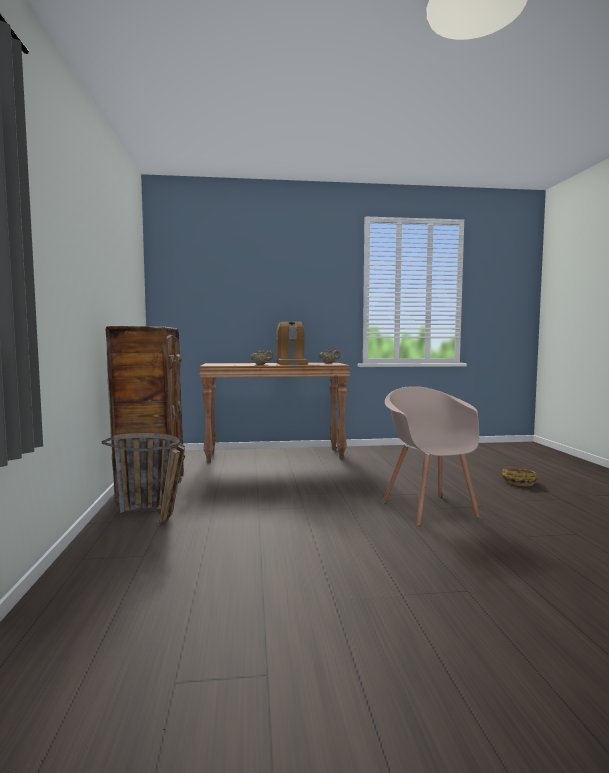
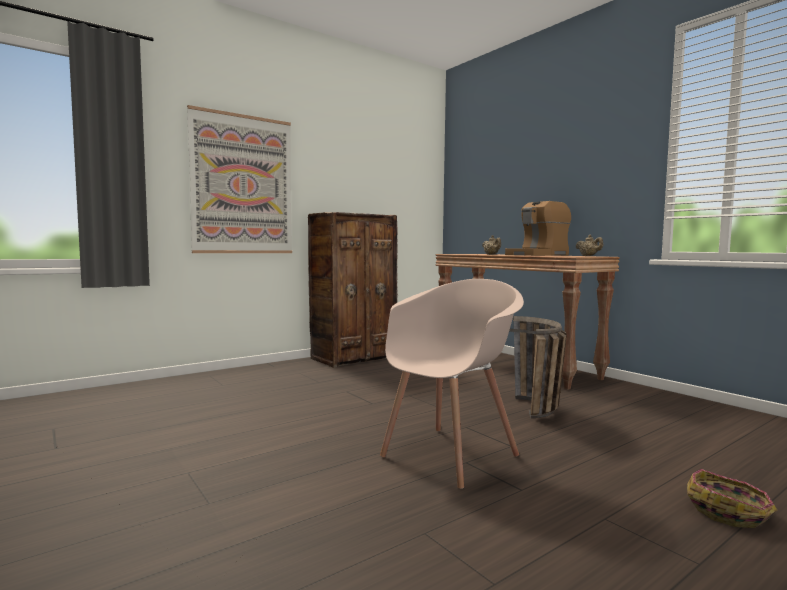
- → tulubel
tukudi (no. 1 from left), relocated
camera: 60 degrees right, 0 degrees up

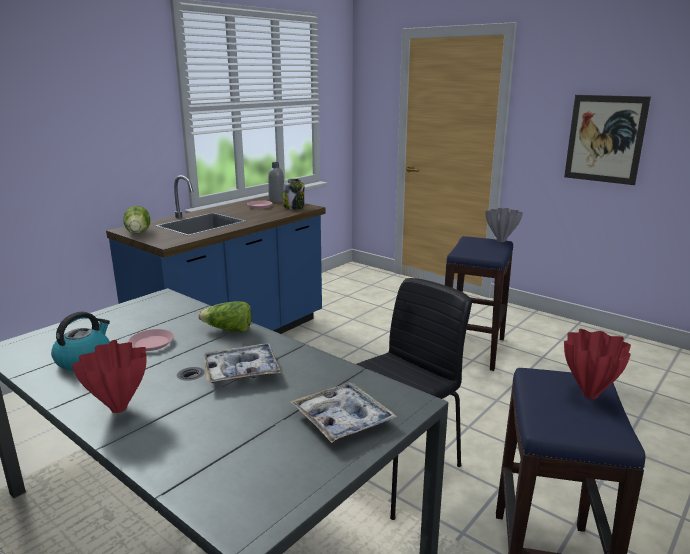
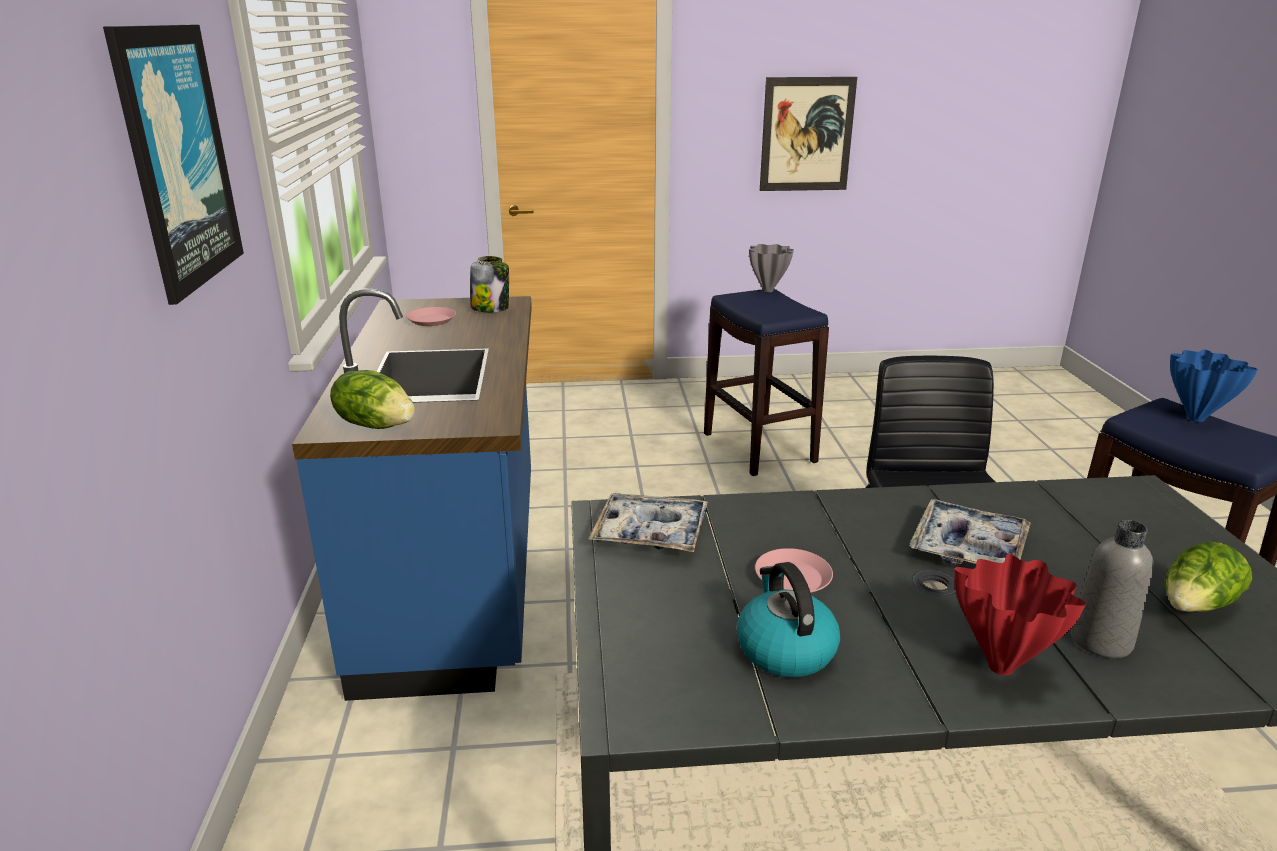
- → tulubel (no. 1 from left)
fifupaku (no. 2 from left in the first image) → fifupaku (no. 1 from left), relocated
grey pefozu, relocated
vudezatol (no. 2 from left), relocated
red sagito (no. 2 from left) → blue sagito
camera: 45 degrees left, 5 degrees up

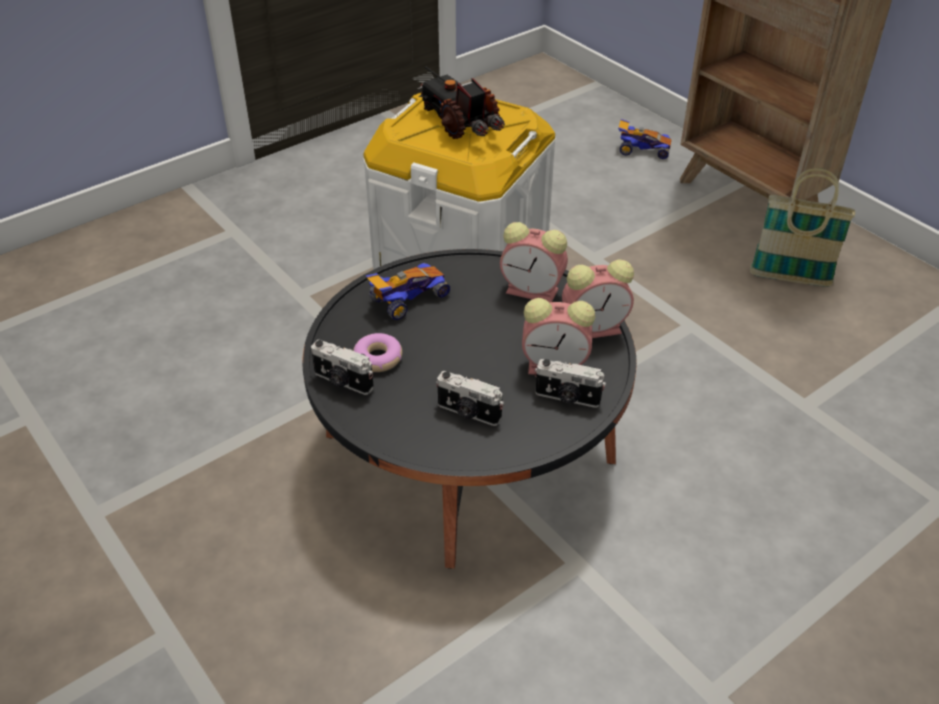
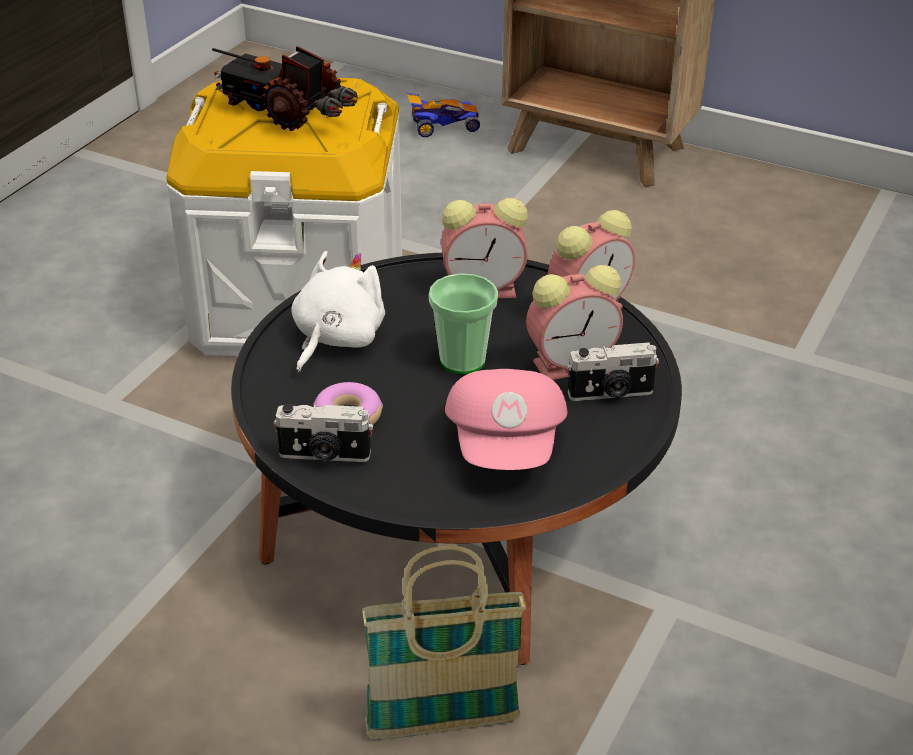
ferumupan (no. 1 from left) → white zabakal
tukudi, relocated
- → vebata
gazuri (no. 2 from left) → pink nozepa
camera: 25 degrees left, 5 degrees down

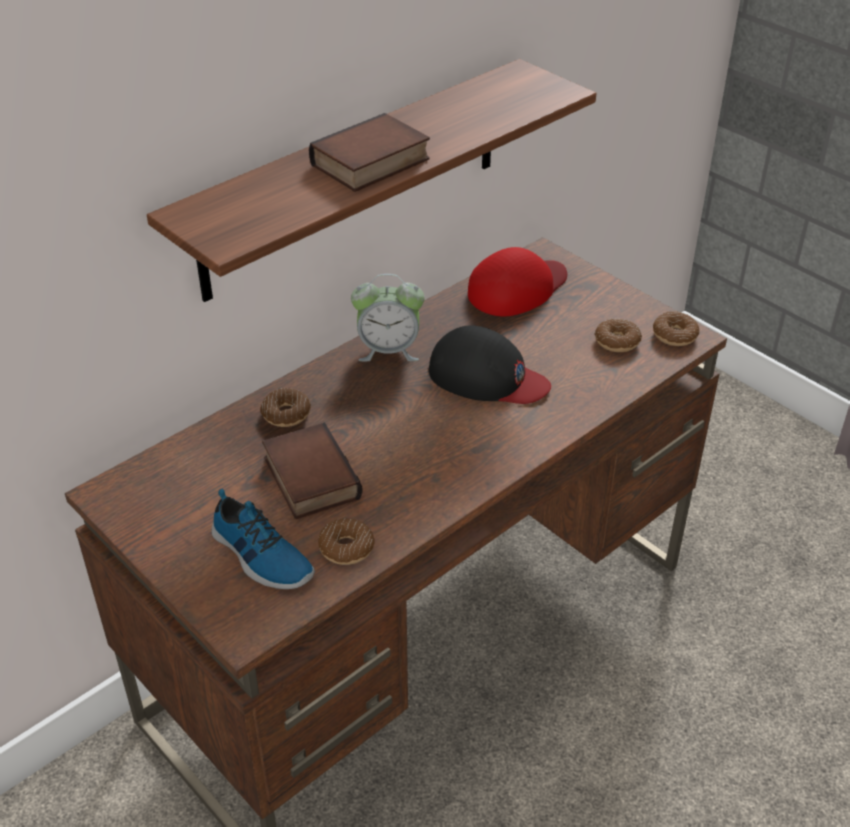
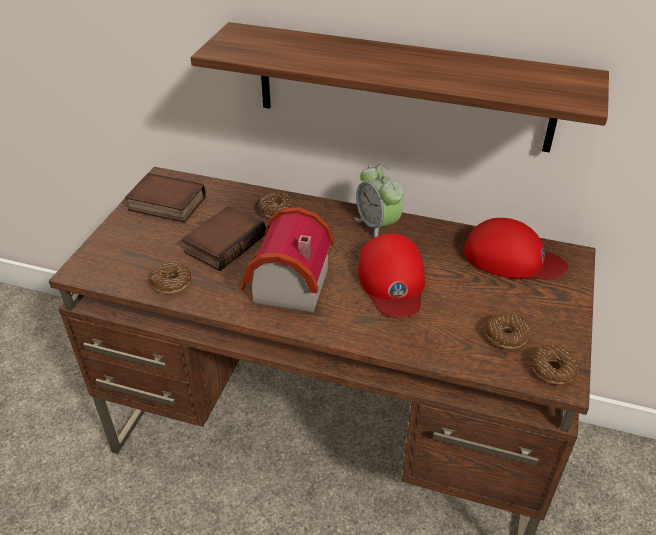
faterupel (no. 2 from left in the first image) → faterupel (no. 1 from left), relocated
- → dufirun
black nozepa → red nozepa (no. 1 from left)
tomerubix → -
camera: 60 degrees right, 0 degrees up

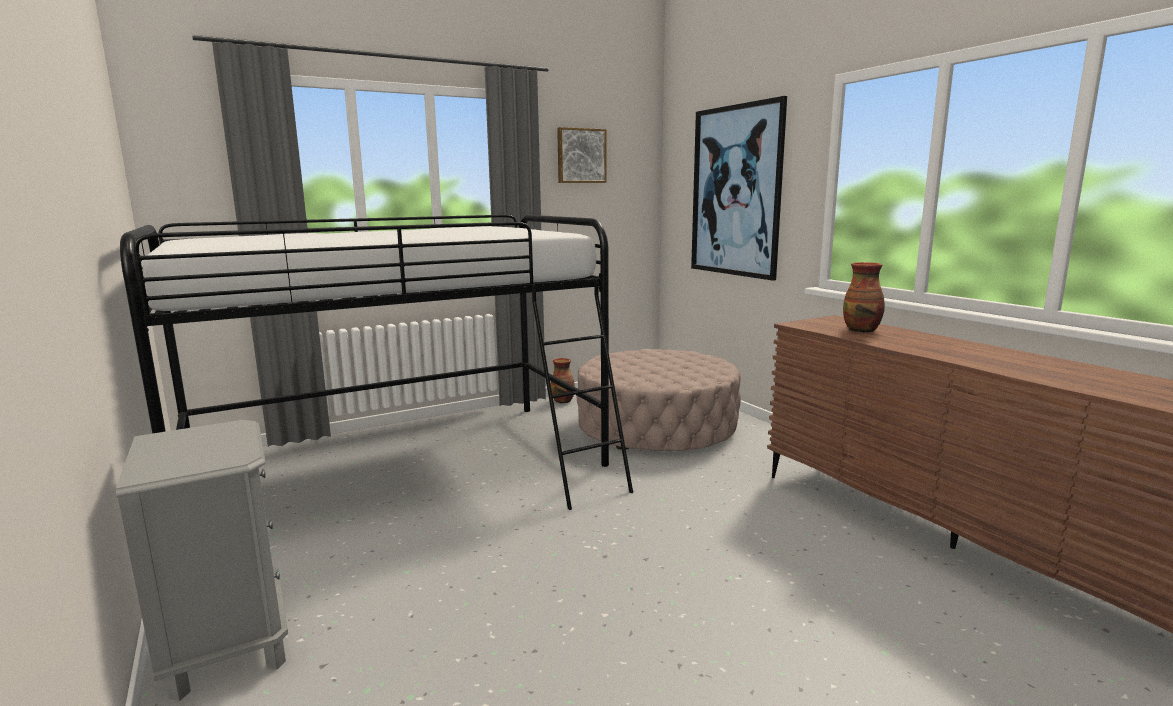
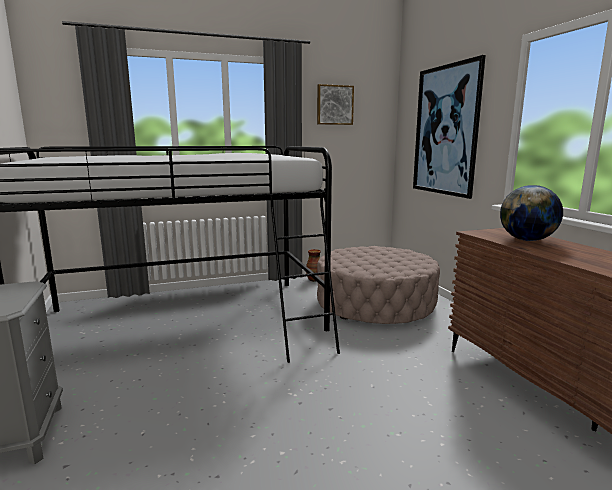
sagito (no. 2 from left) → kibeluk
camera: 10 degrees right, 0 degrees up

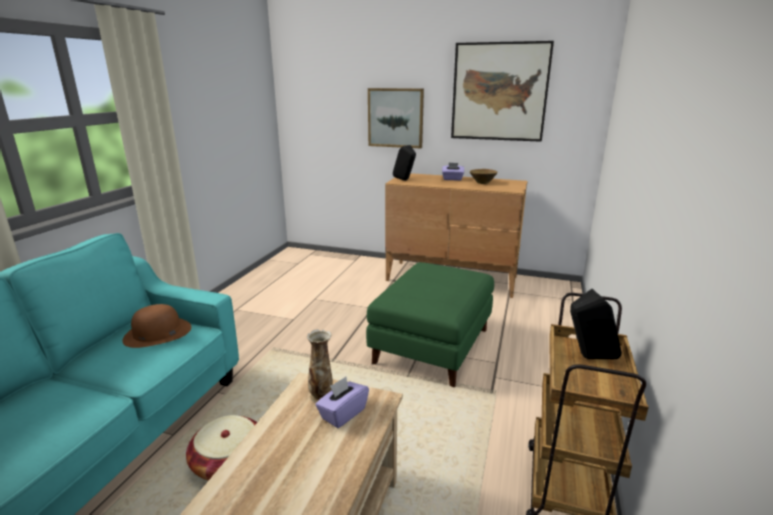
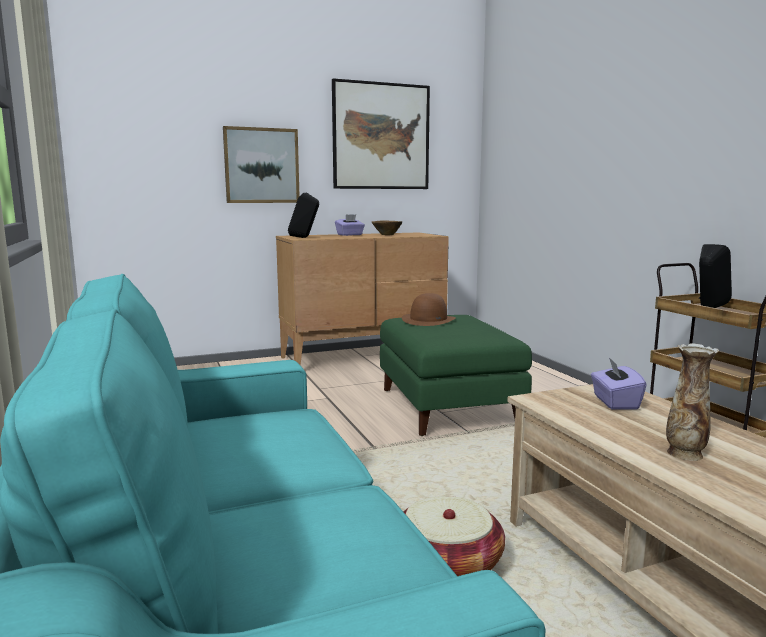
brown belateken, relocated
sagito, relocated
camera: 40 degrees left, 10 degrees down

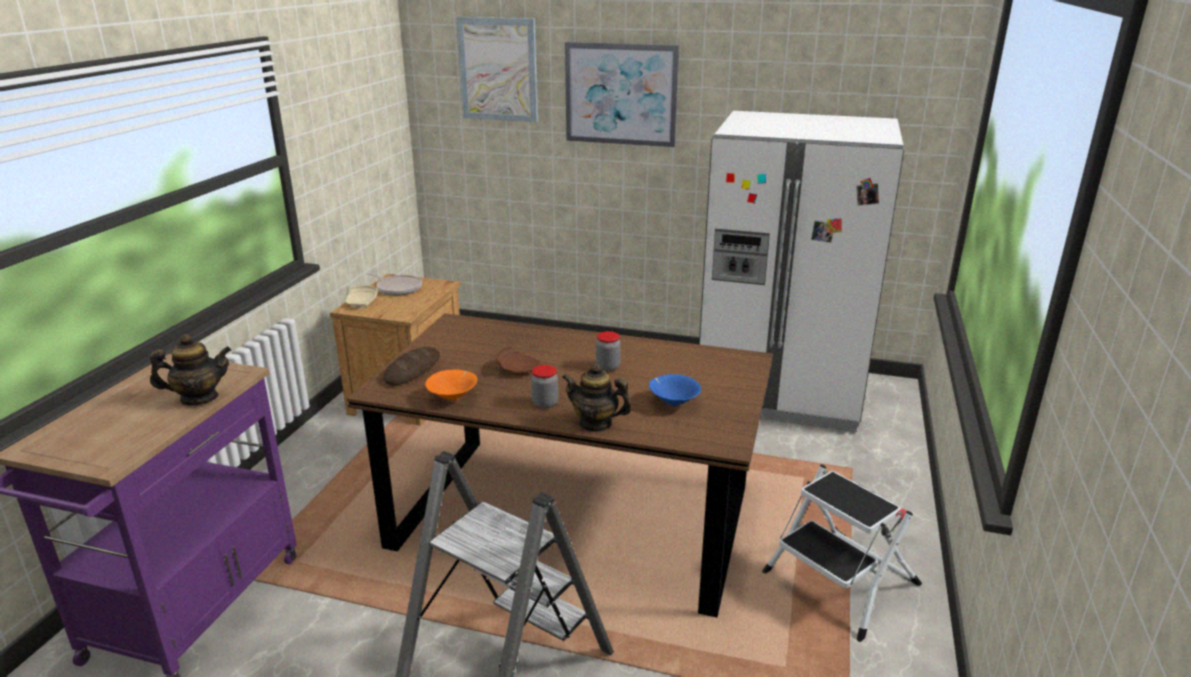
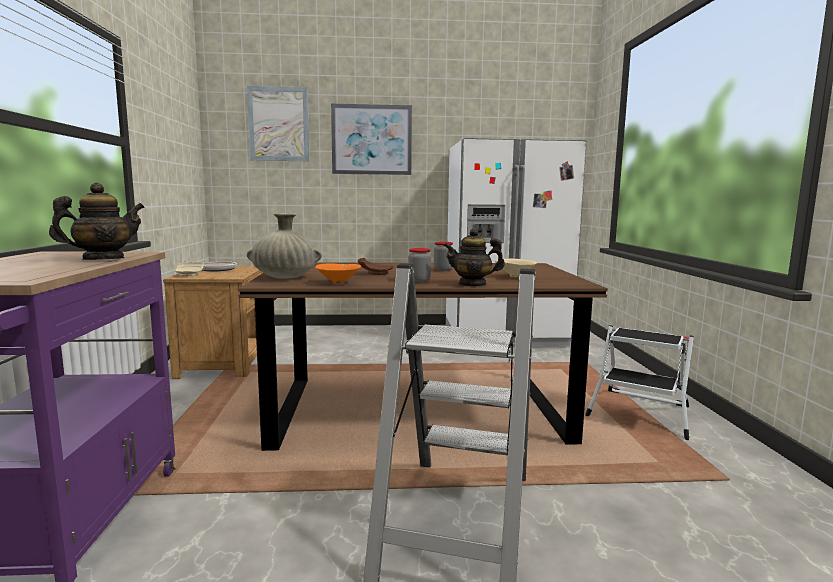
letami → beige sagito
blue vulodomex → beige vulodomex
camera: 20 degrees left, 15 degrees down

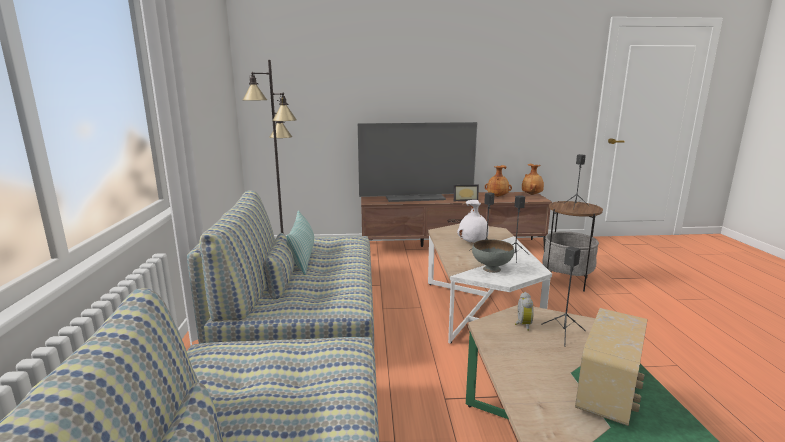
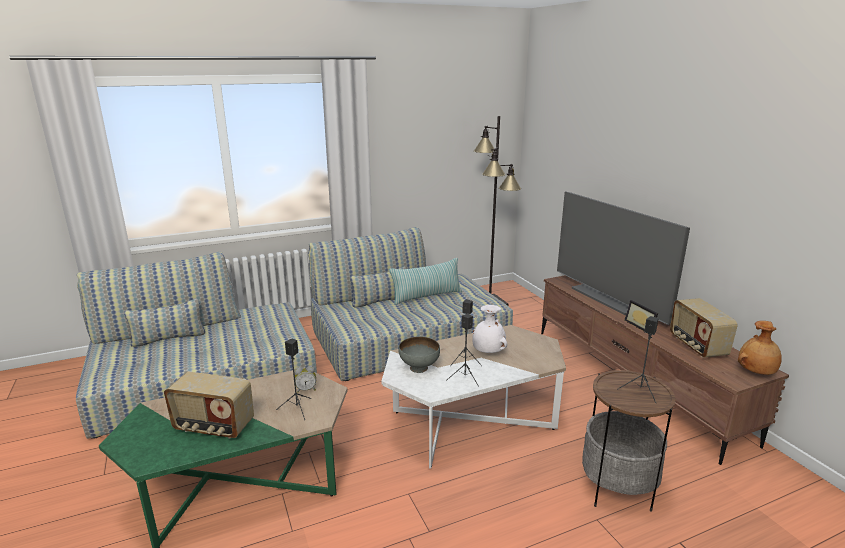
brown sagito (no. 1 from left) → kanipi (no. 2 from left)
camera: 70 degrees right, 5 degrees up

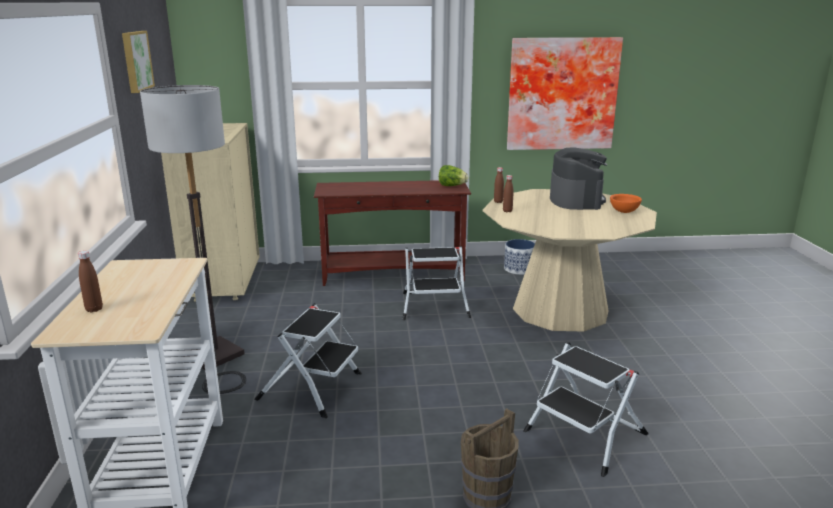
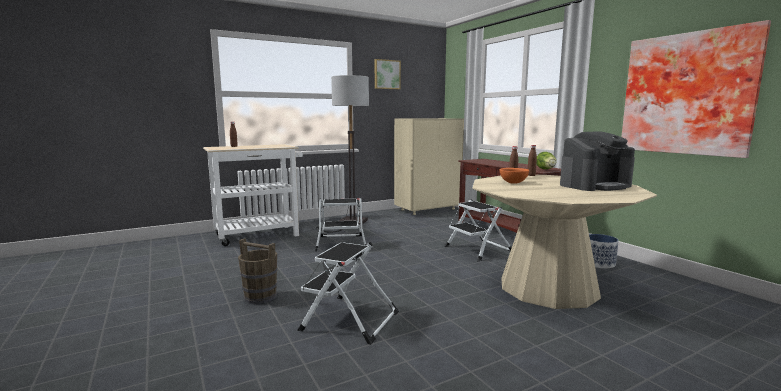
orange vulodomex, relocated
camera: 65 degrees right, 10 degrees down

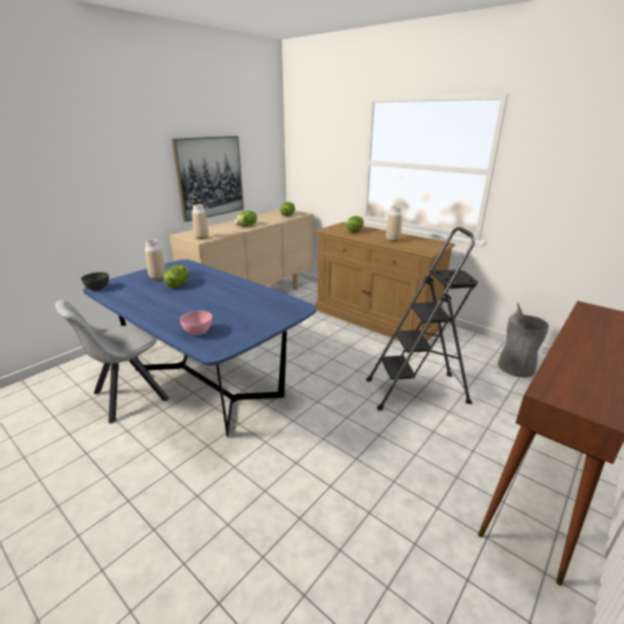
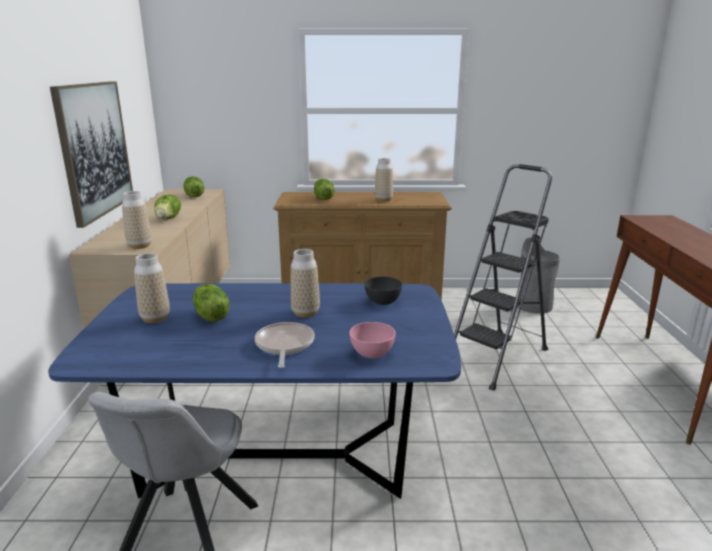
- → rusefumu
- → sagito (no. 3 from left)
grey vulodomex, relocated
camera: 40 degrees left, 5 degrees down

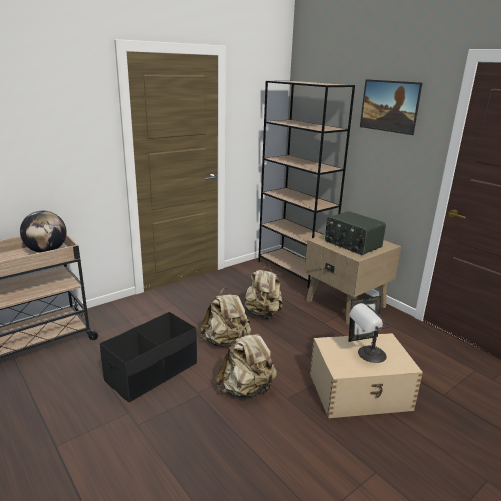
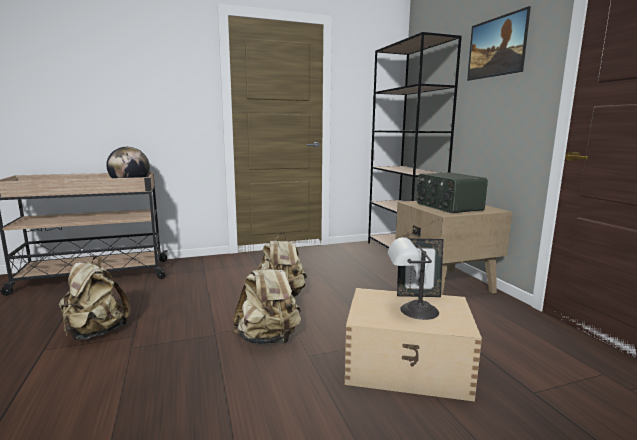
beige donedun (no. 3 from left in the first image) → beige donedun (no. 1 from left), relocated
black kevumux → -
camera: 20 degrees right, 10 degrees down

